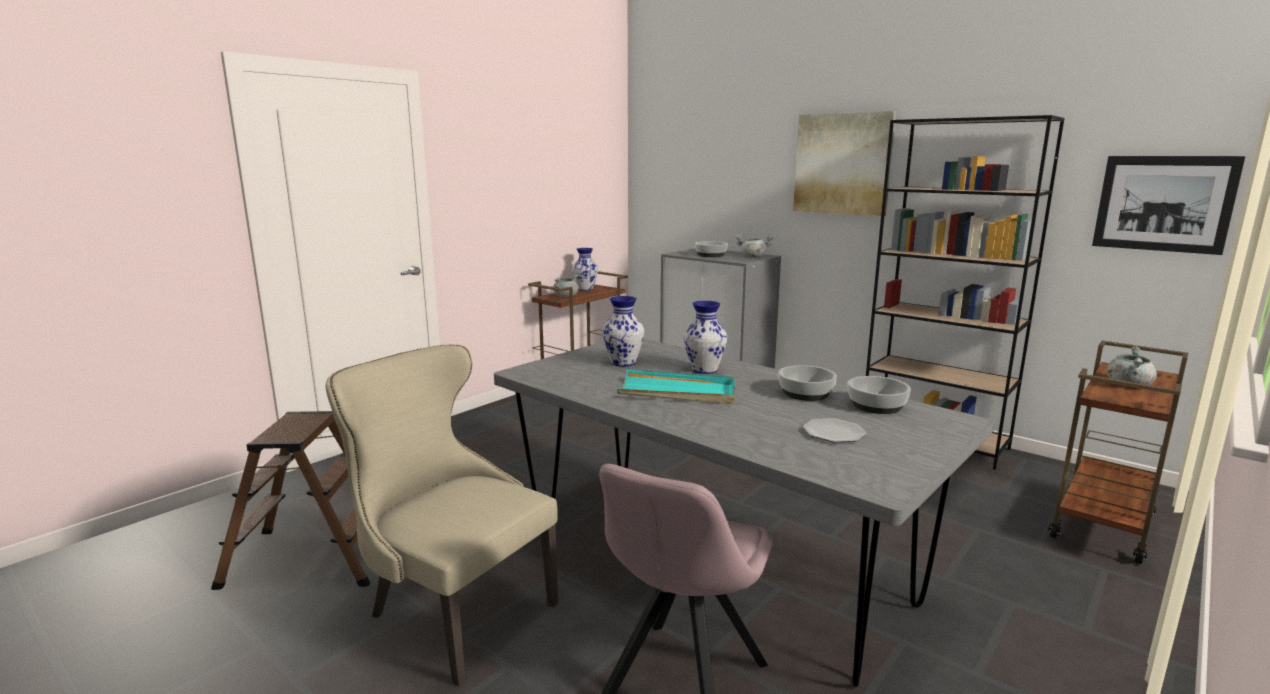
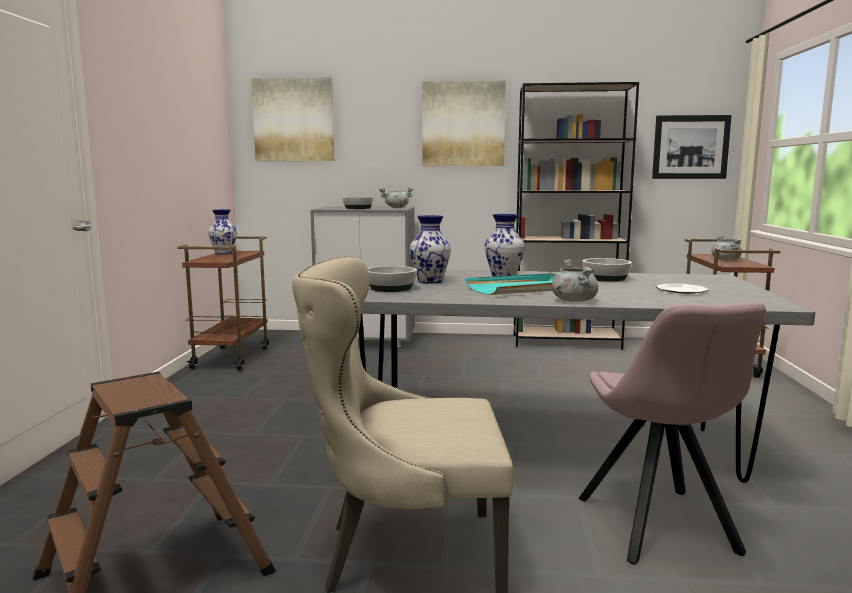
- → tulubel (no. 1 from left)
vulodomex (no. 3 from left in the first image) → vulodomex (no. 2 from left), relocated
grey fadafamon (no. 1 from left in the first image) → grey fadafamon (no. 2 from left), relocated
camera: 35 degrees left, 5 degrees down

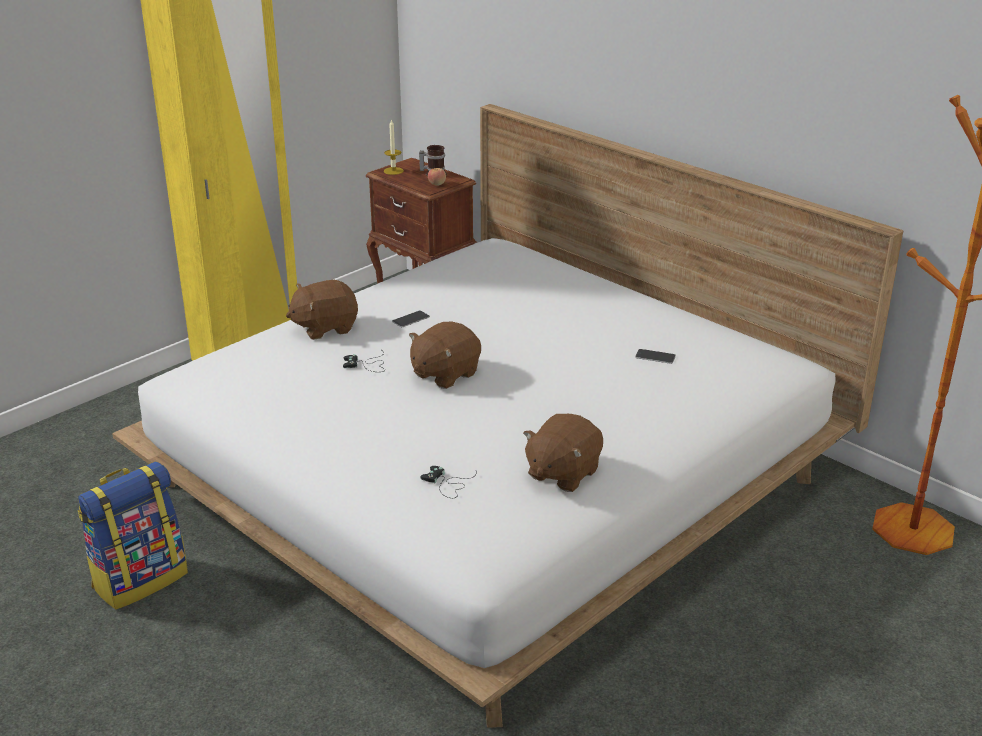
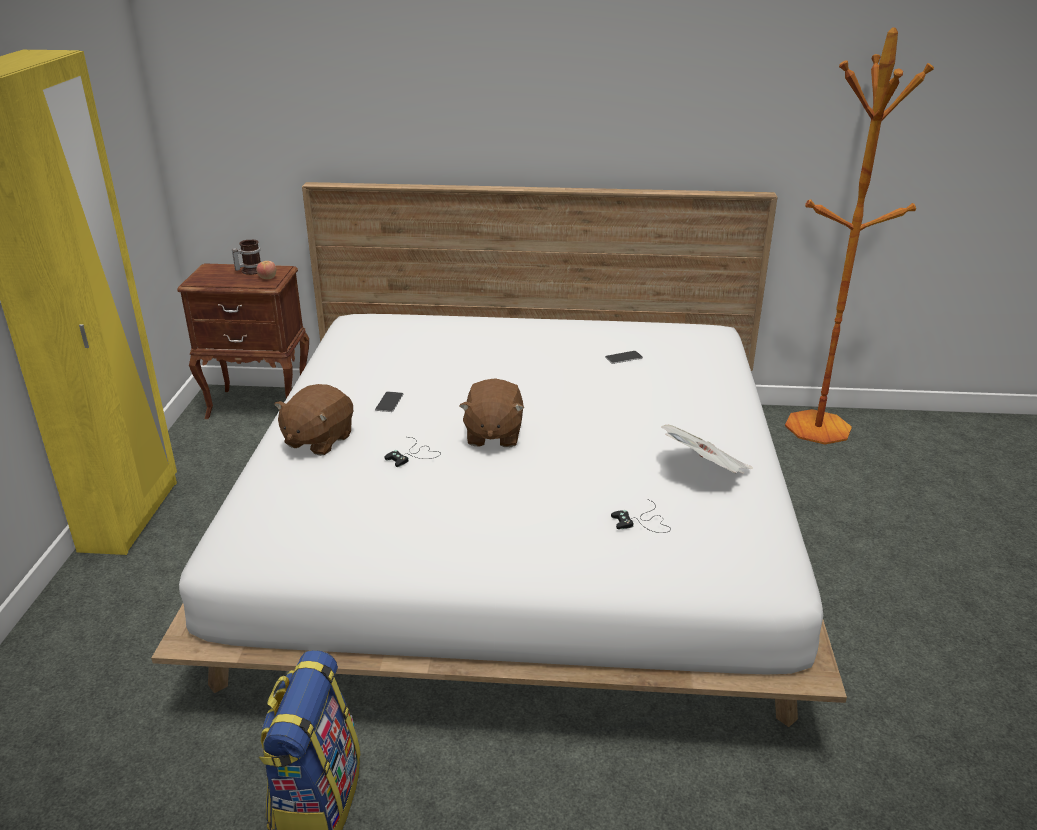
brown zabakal (no. 3 from left) → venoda
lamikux → -
camera: 40 degrees left, 0 degrees up

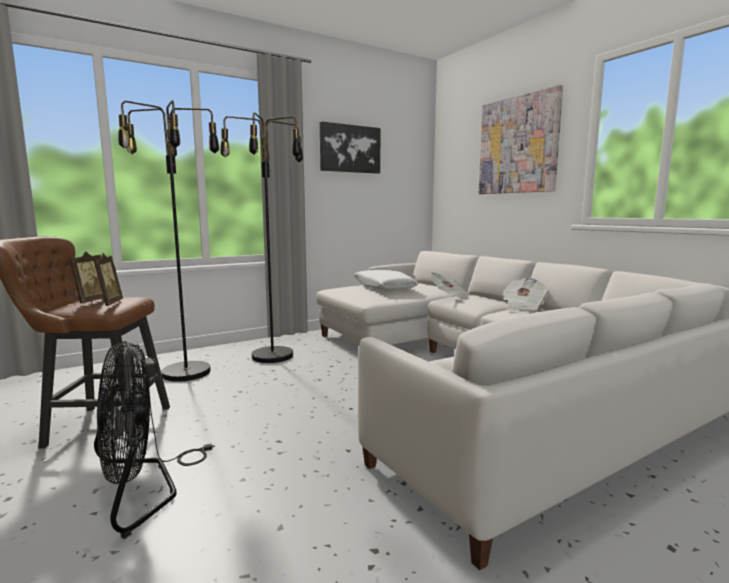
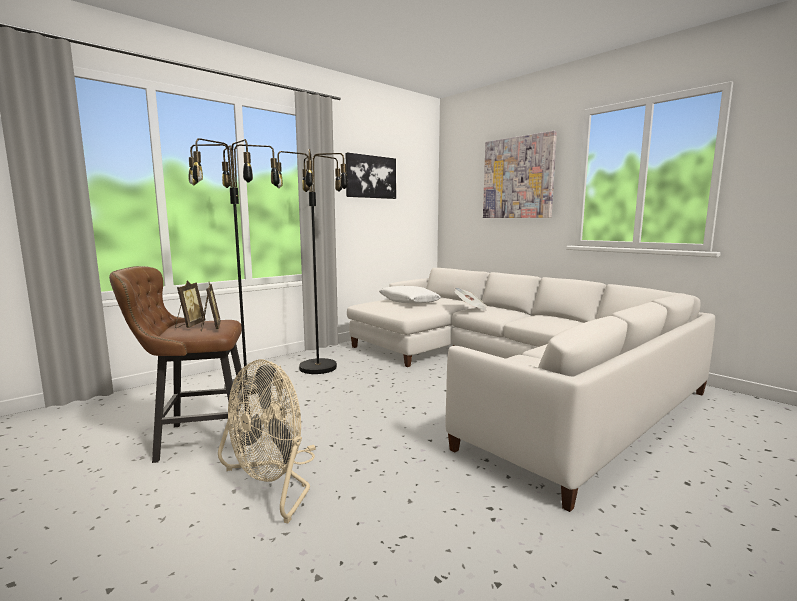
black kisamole → beige kisamole
venoda (no. 2 from left) → -
camera: 10 degrees left, 0 degrees up

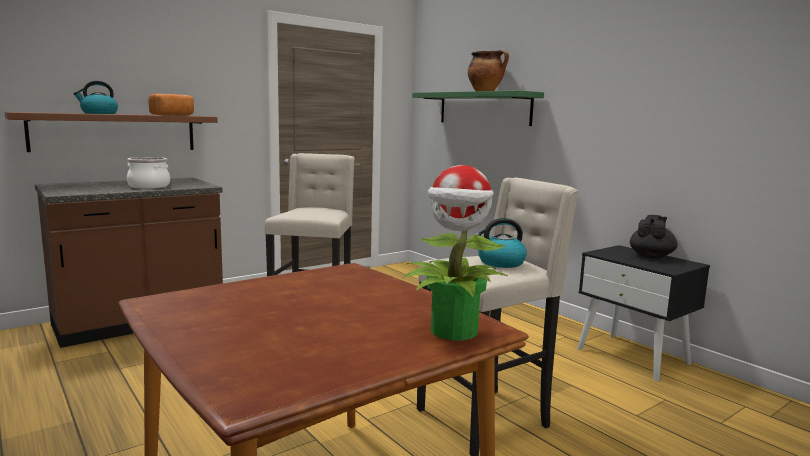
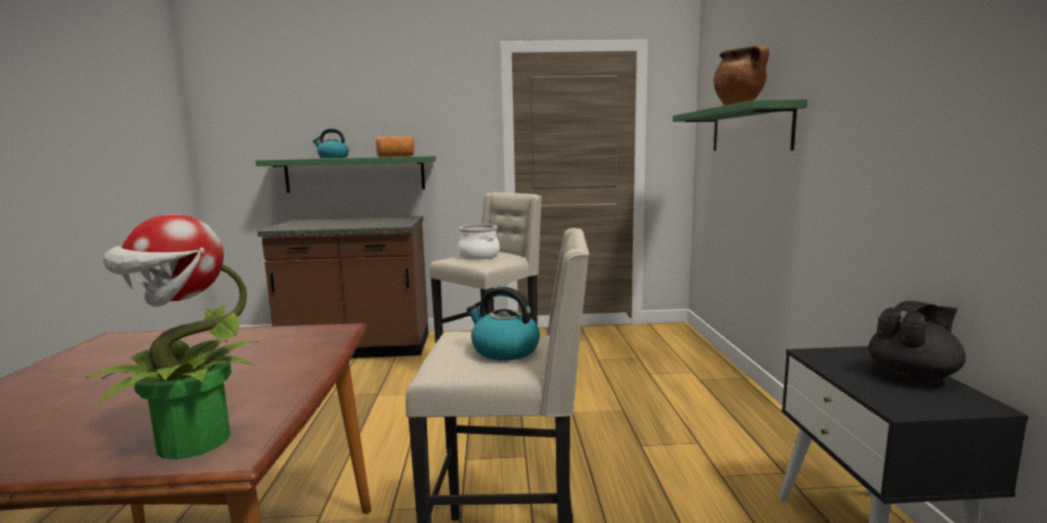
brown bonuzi → green bonuzi (no. 1 from left)
fadafamon (no. 1 from left), relocated
camera: 35 degrees right, 0 degrees up

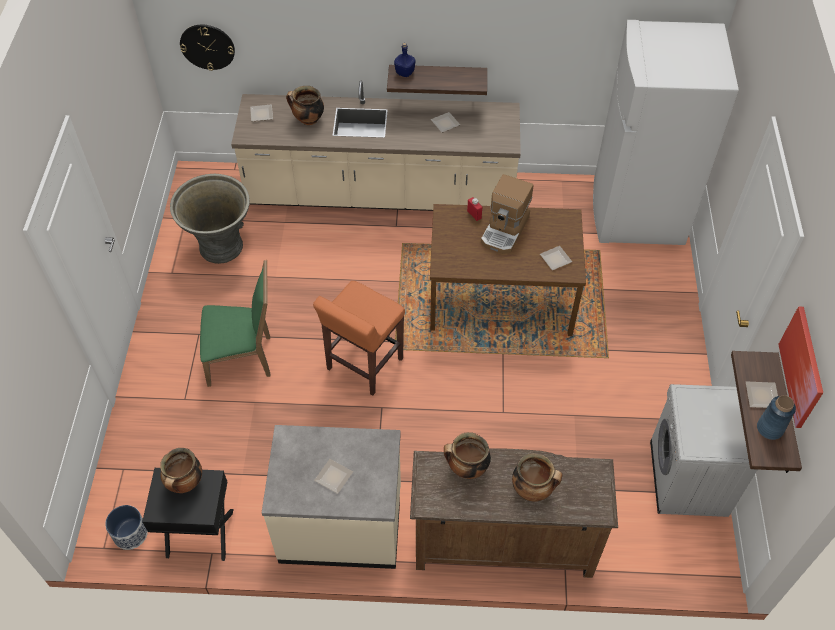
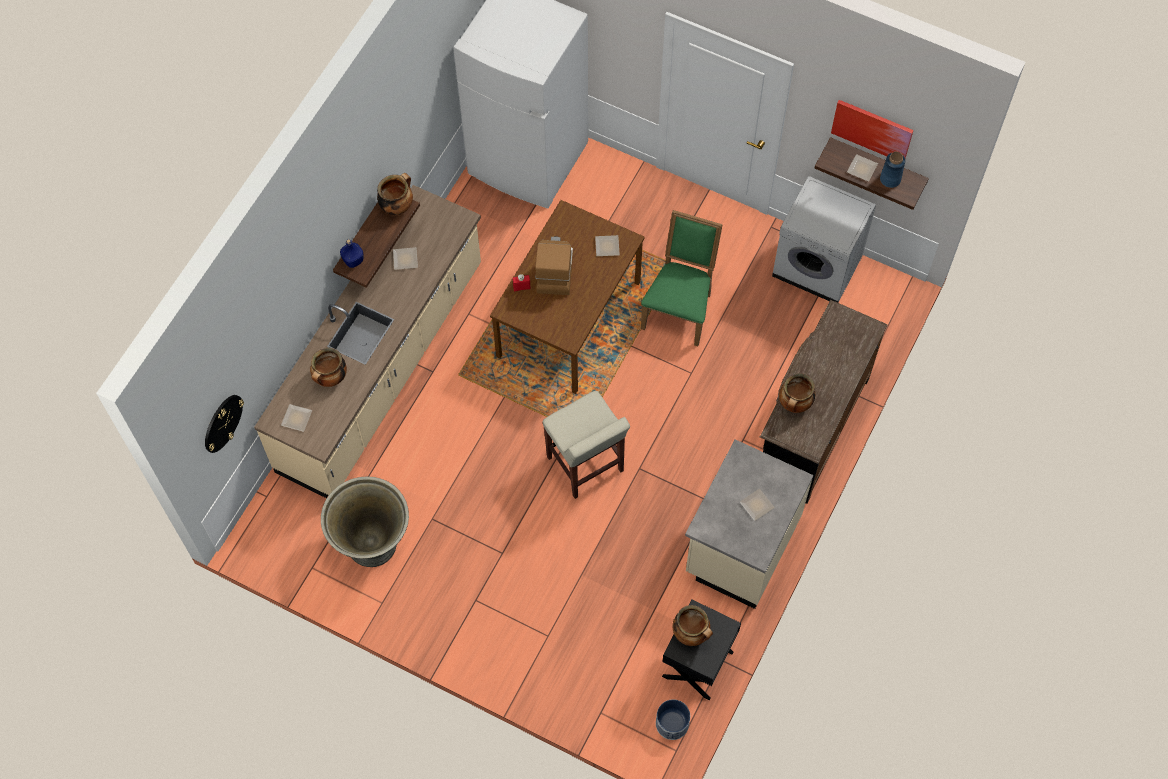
fadafamon (no. 4 from left in the first image) → fadafamon (no. 2 from left), relocated
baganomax, 135 degrees counterclockwise
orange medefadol → beige medefadol
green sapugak, relocated
camera: 65 degrees left, 10 degrees up

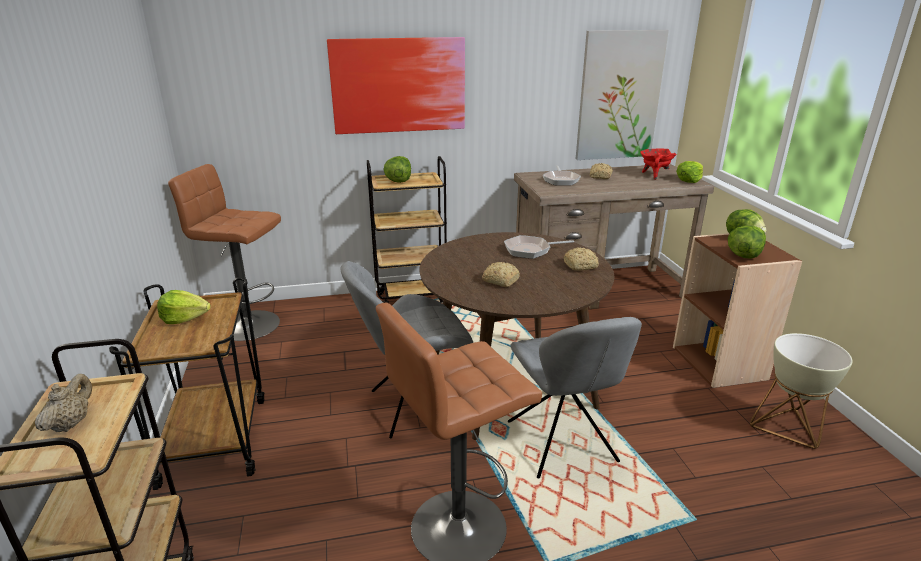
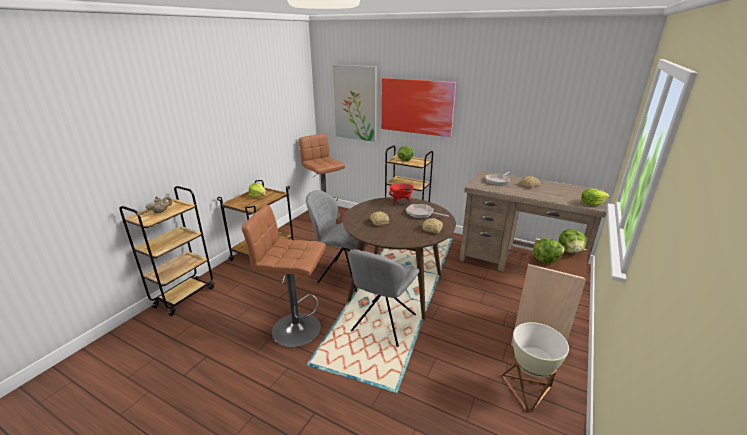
tulubel (no. 2 from left in the first image) → tulubel (no. 1 from left), relocated
red fadafamon, relocated
camera: 40 degrees right, 0 degrees up

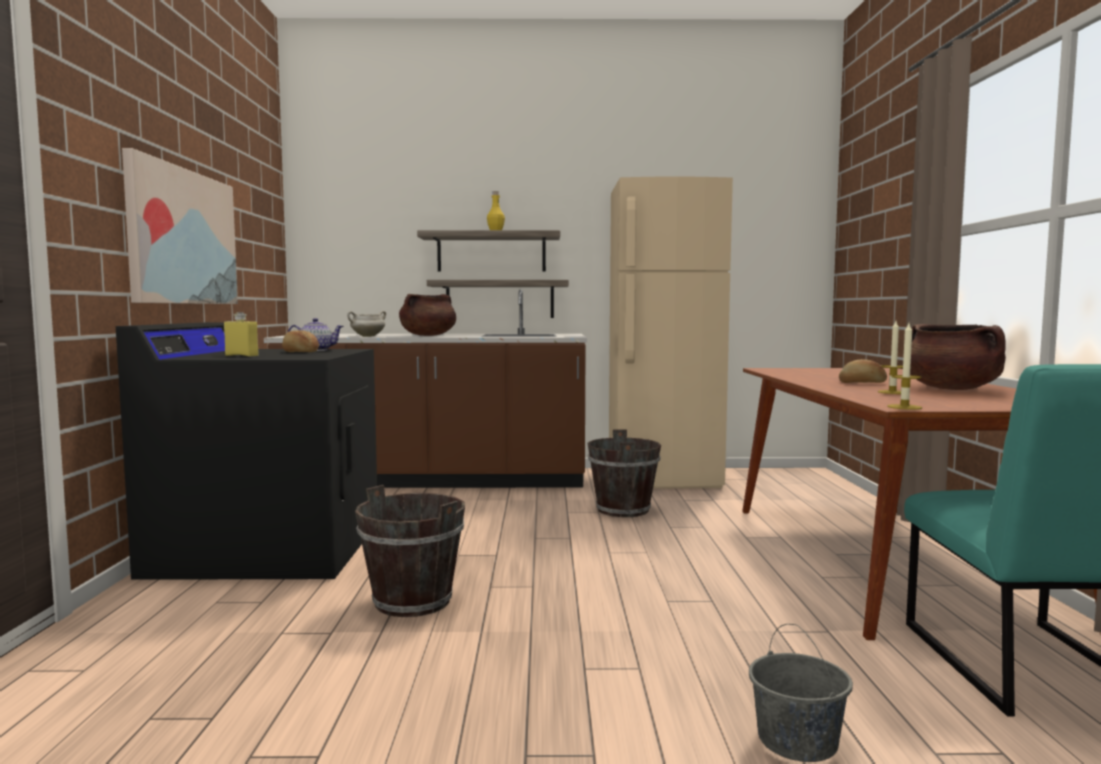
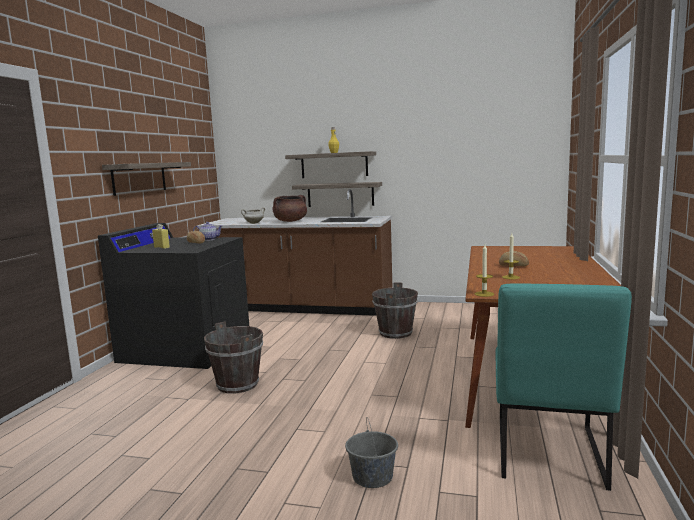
tulubel → bonuzi (no. 1 from left)
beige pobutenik → -
brown fadafamon (no. 2 from left) → -
camera: 15 degrees right, 5 degrees up

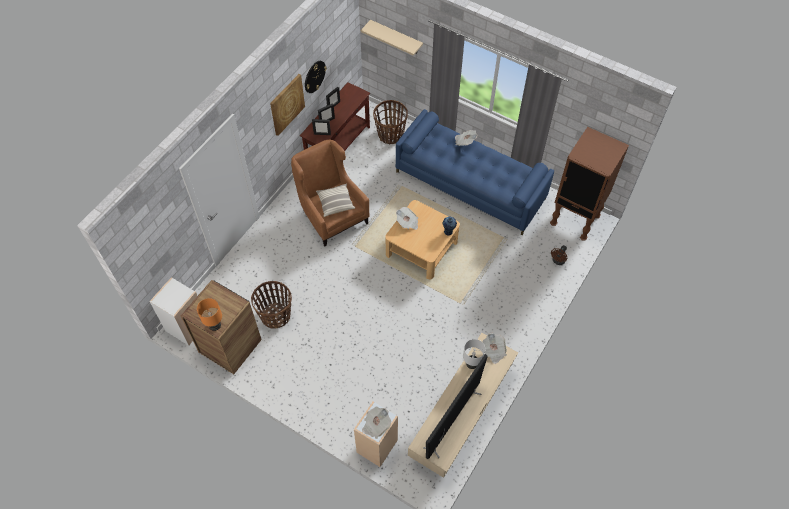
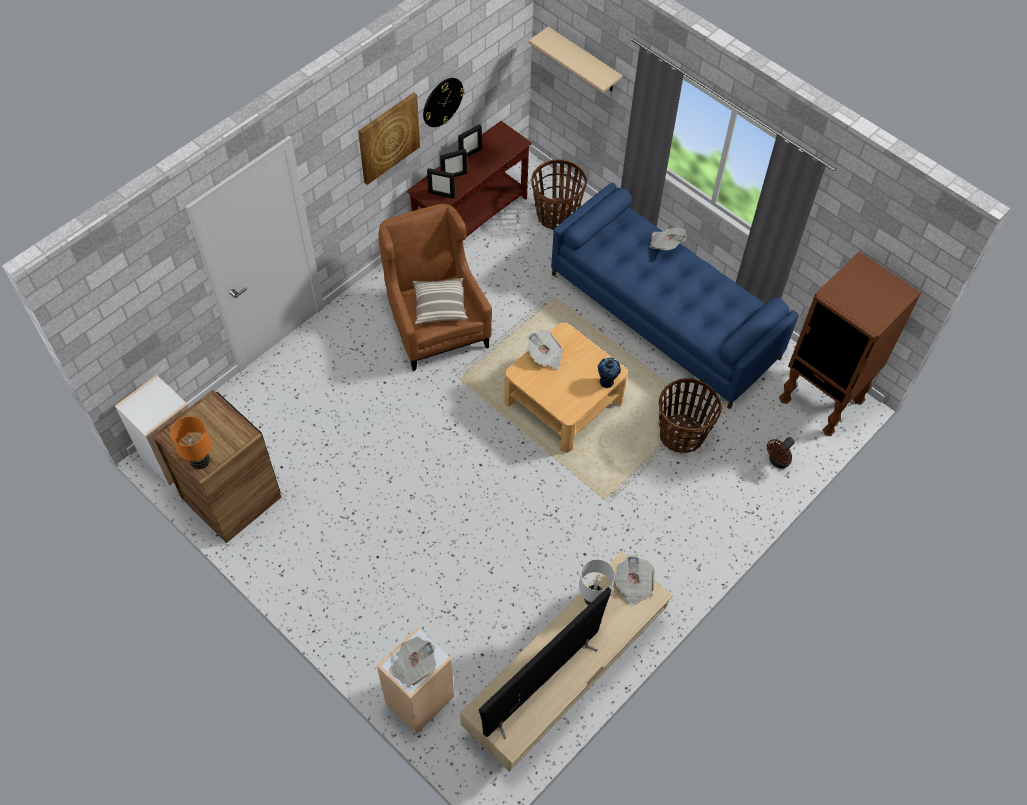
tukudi (no. 1 from left in the first image) → tukudi (no. 2 from left), relocated
camera: 10 degrees right, 0 degrees up

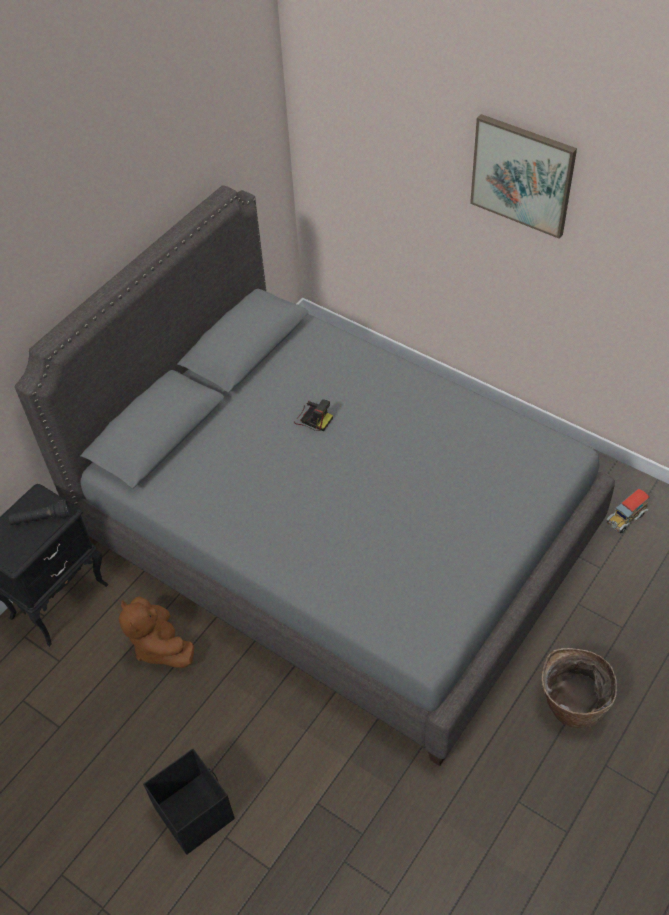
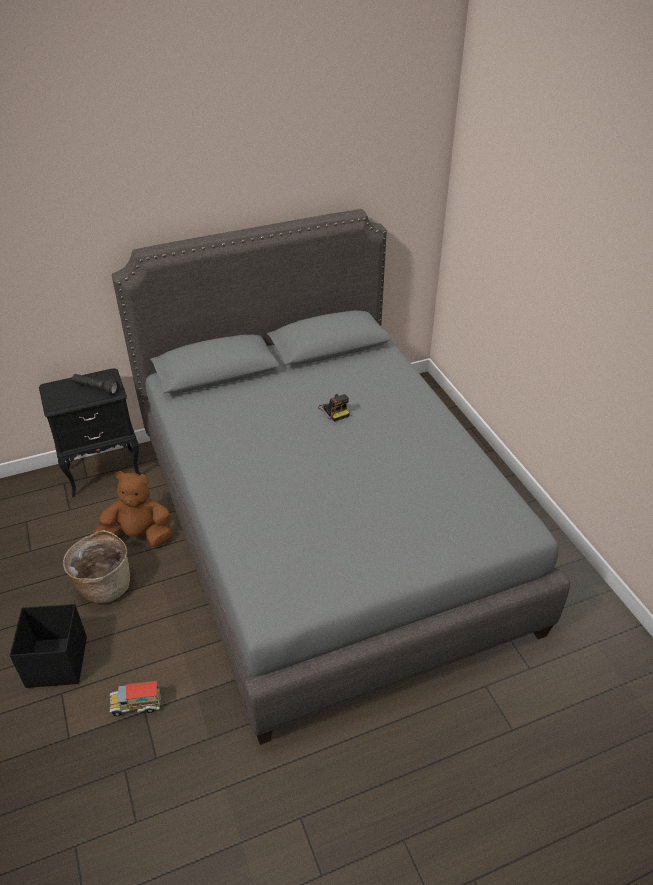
tukudi, relocated
brown zabakal, 90 degrees clockwise
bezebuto, relocated
tulubel → -
camera: 30 degrees right, 10 degrees down

